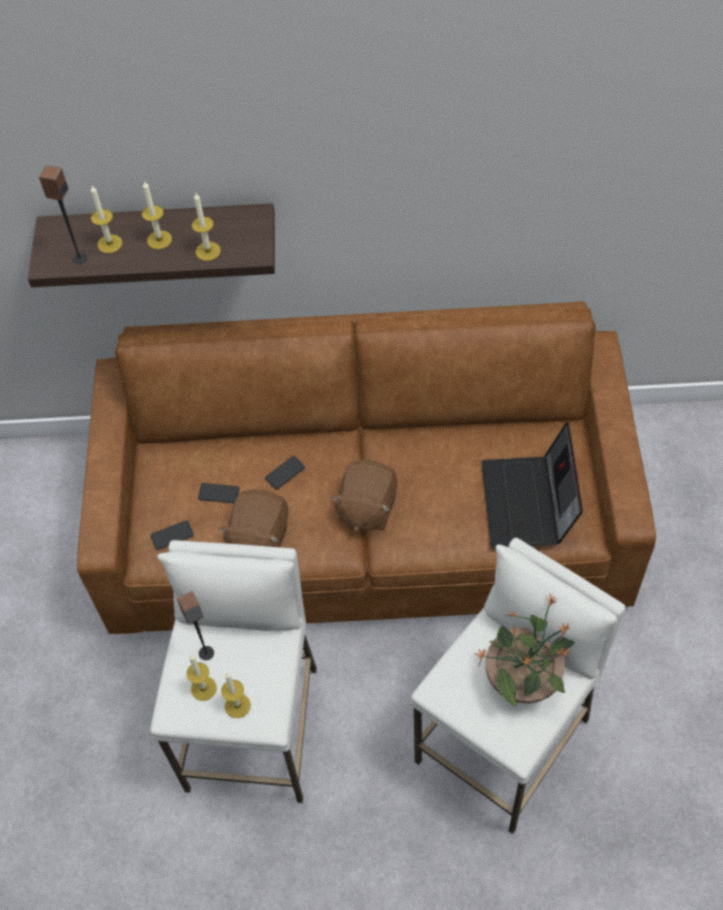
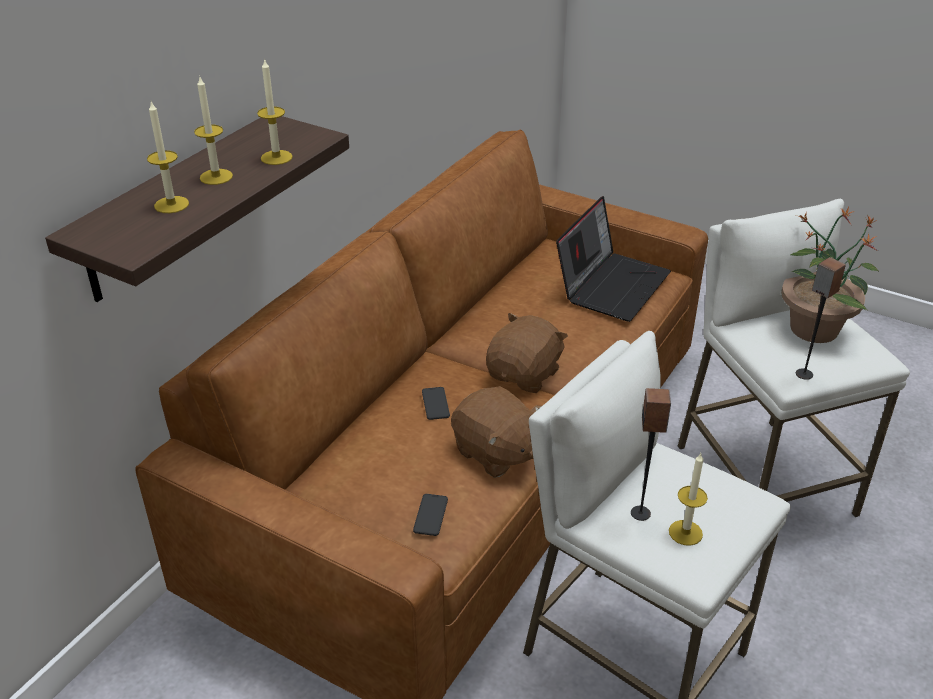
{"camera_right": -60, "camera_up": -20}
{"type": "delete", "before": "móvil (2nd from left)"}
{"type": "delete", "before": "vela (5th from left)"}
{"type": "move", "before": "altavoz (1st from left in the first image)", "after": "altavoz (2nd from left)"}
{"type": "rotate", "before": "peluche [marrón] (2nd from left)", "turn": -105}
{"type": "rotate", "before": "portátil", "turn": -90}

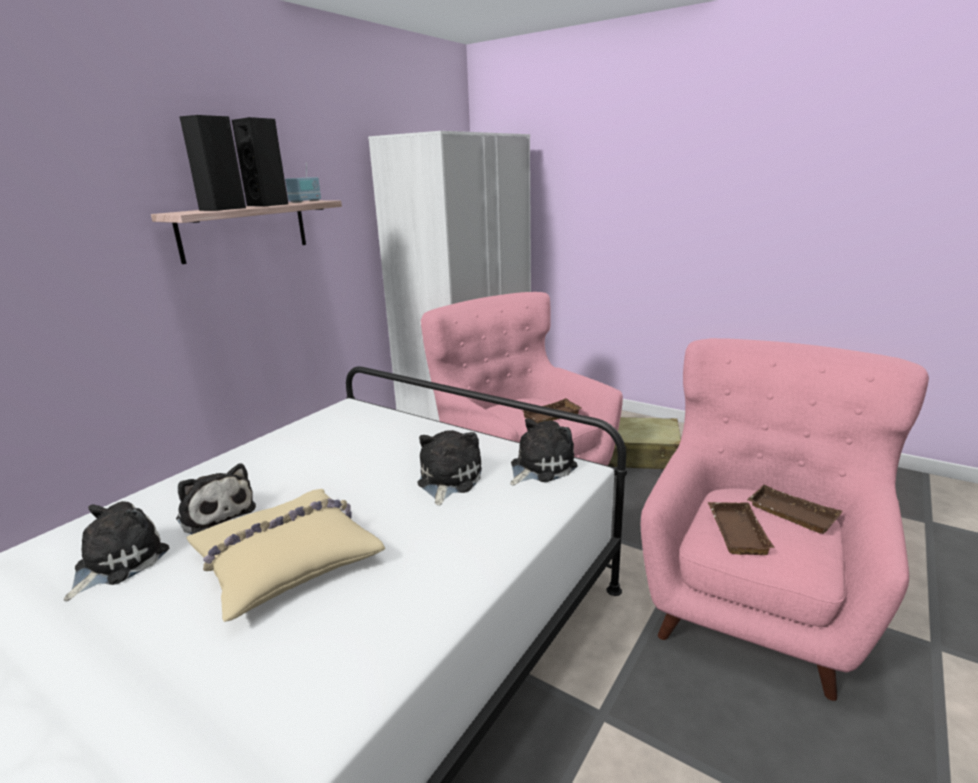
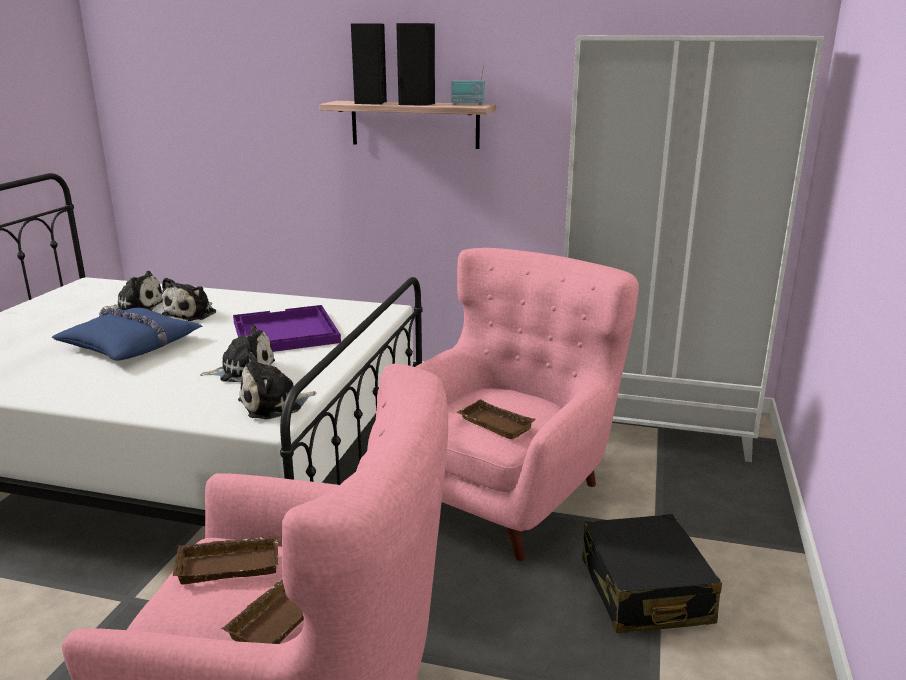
{"camera_right": 70, "camera_up": 0}
{"type": "insert", "after": "bandeja [morado]"}
{"type": "recolor", "before": "cojín [beis]", "after": "cojín [azul]"}
{"type": "recolor", "before": "maleta [beis]", "after": "maleta [negro]"}
{"type": "rotate", "before": "peluche (4th from left)", "turn": 120}

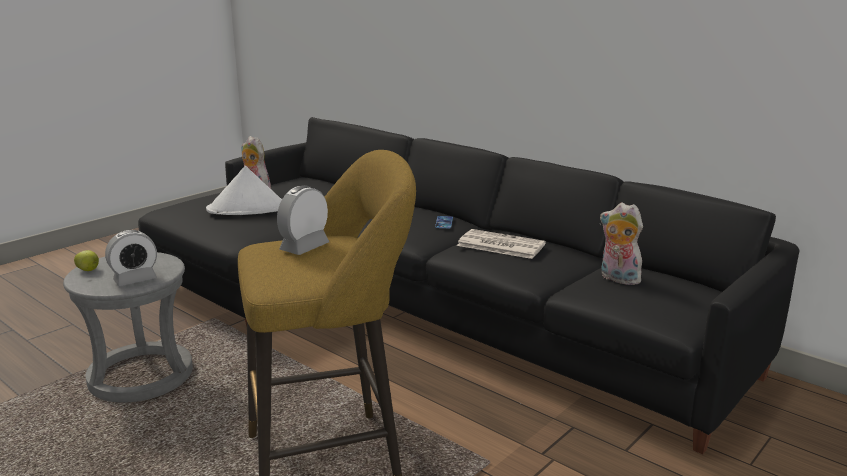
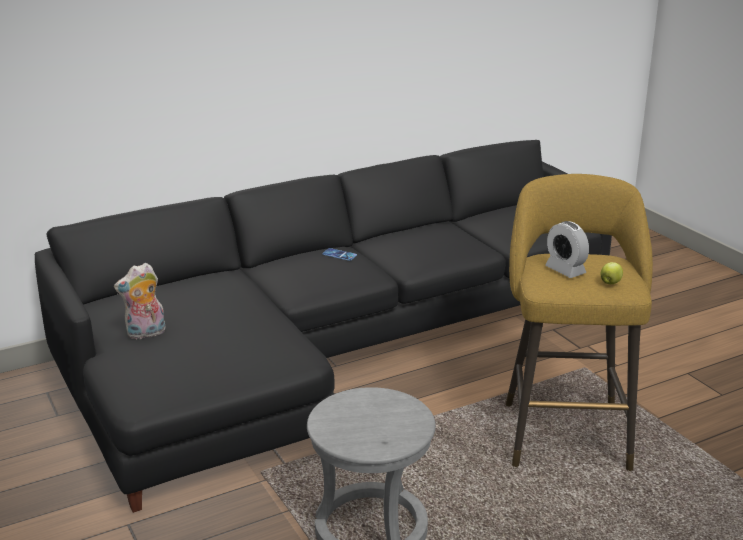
{"camera_right": -70, "camera_up": 5}
{"type": "delete", "before": "despertador (1st from left)"}
{"type": "delete", "before": "sombrero [blanco]"}
{"type": "delete", "before": "periódico"}
{"type": "delete", "before": "peluche (2nd from left)"}
{"type": "move", "before": "manzana"}

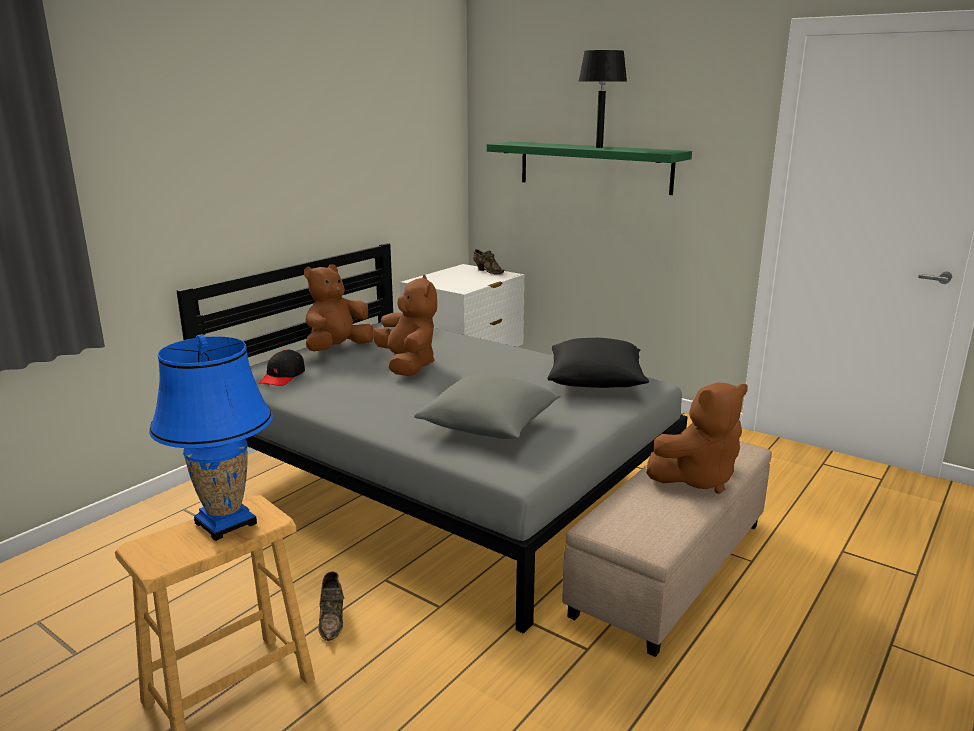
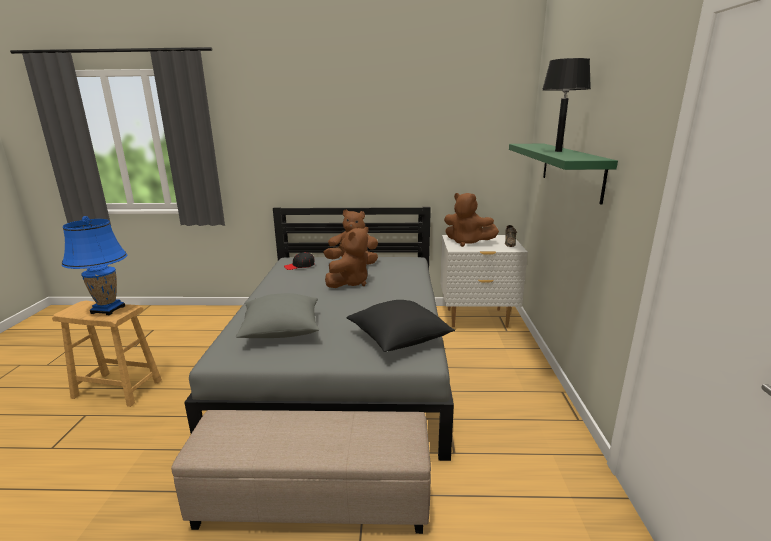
{"camera_right": 55, "camera_up": 0}
{"type": "delete", "before": "zapato [marrón] (1st from left)"}
{"type": "move", "before": "peluche [marrón] (3rd from left)"}

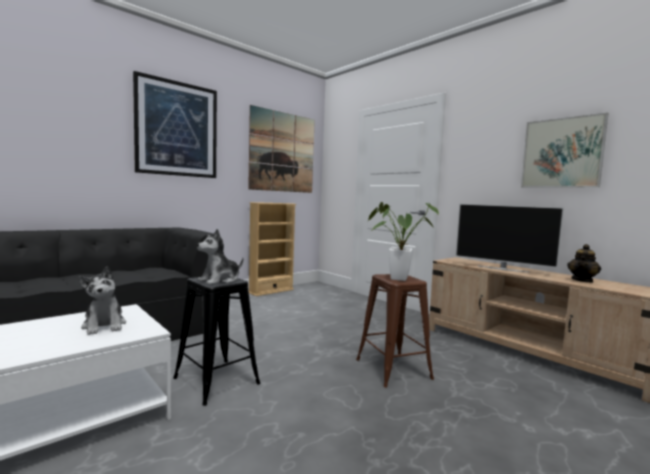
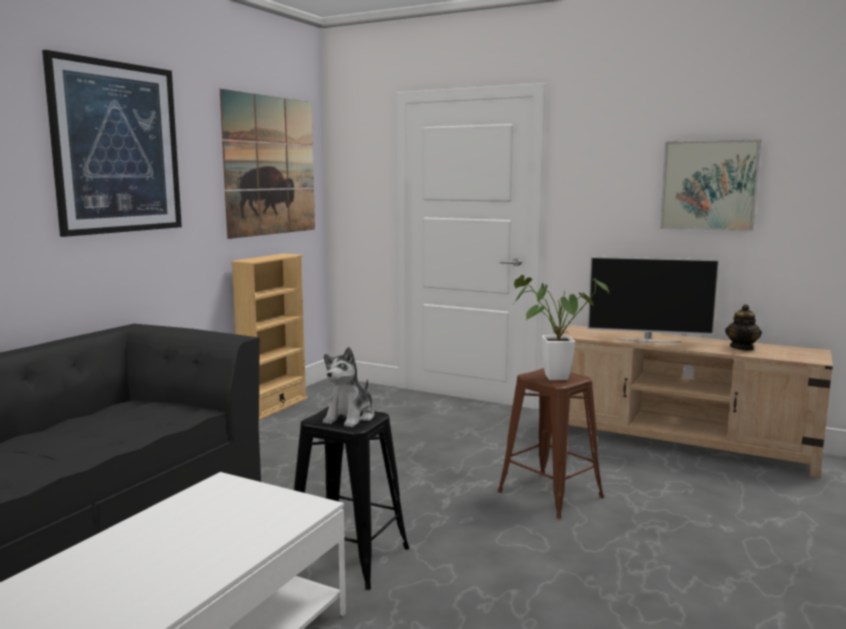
{"camera_right": -20, "camera_up": 5}
{"type": "delete", "before": "peluche (1st from left)"}

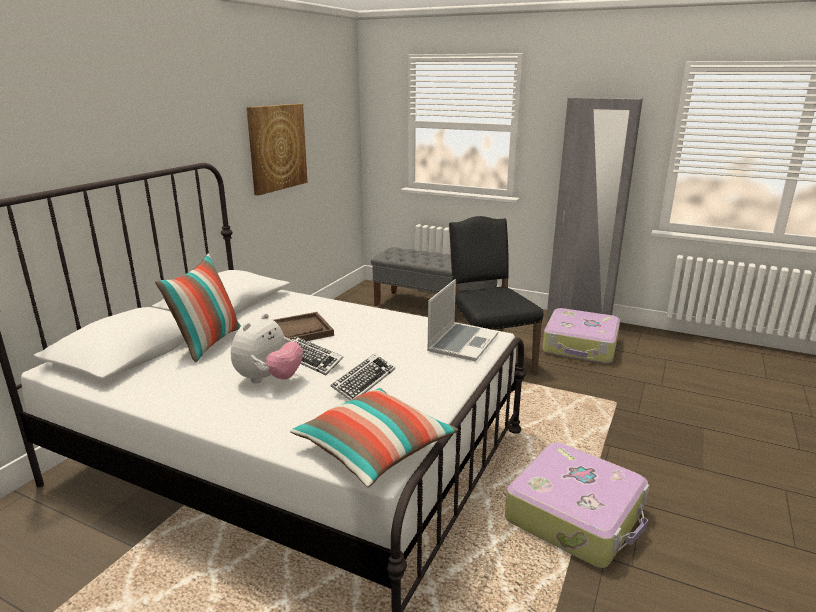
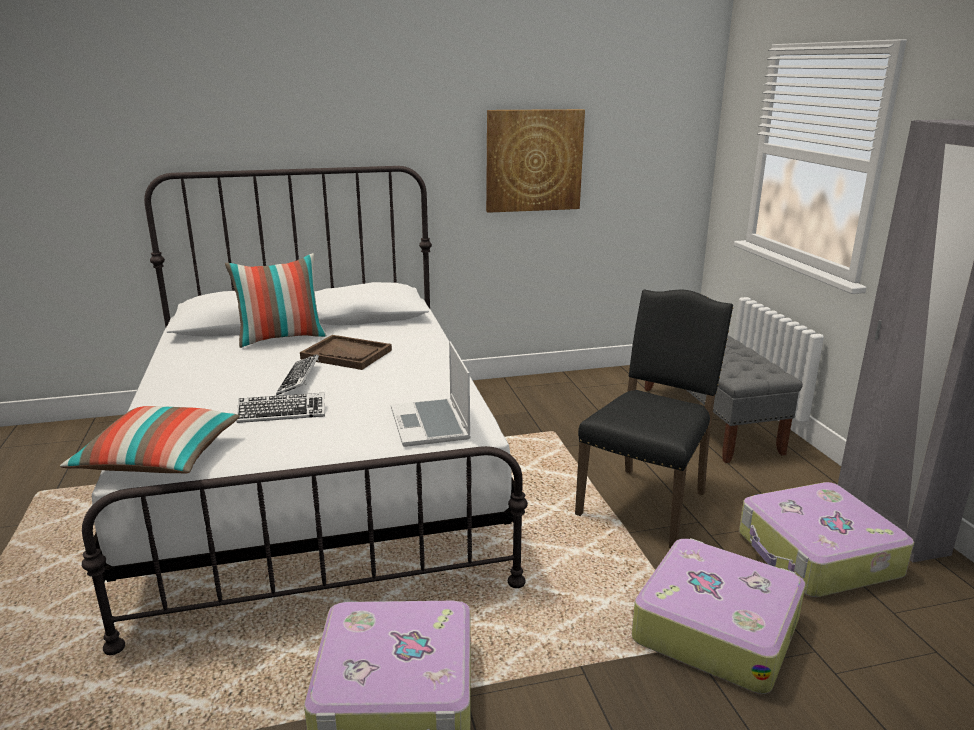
{"camera_right": 50, "camera_up": 0}
{"type": "delete", "before": "peluche"}
{"type": "insert", "after": "maleta (2nd from left)"}
{"type": "rotate", "before": "portátil", "turn": 90}

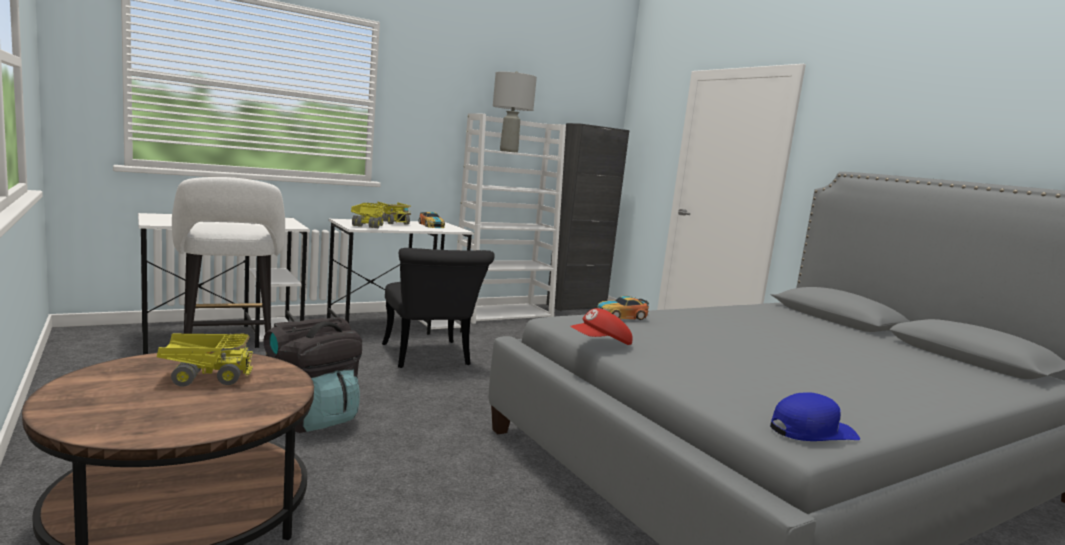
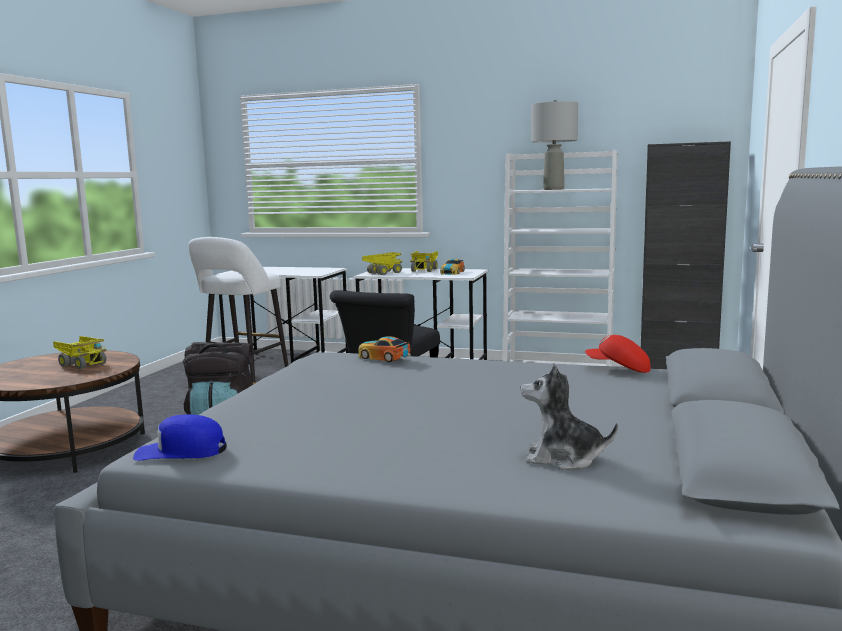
{"camera_right": 50, "camera_up": 0}
{"type": "insert", "after": "peluche"}
{"type": "move", "before": "gorra [rojo]"}
{"type": "rotate", "before": "gorra [azul]", "turn": 150}

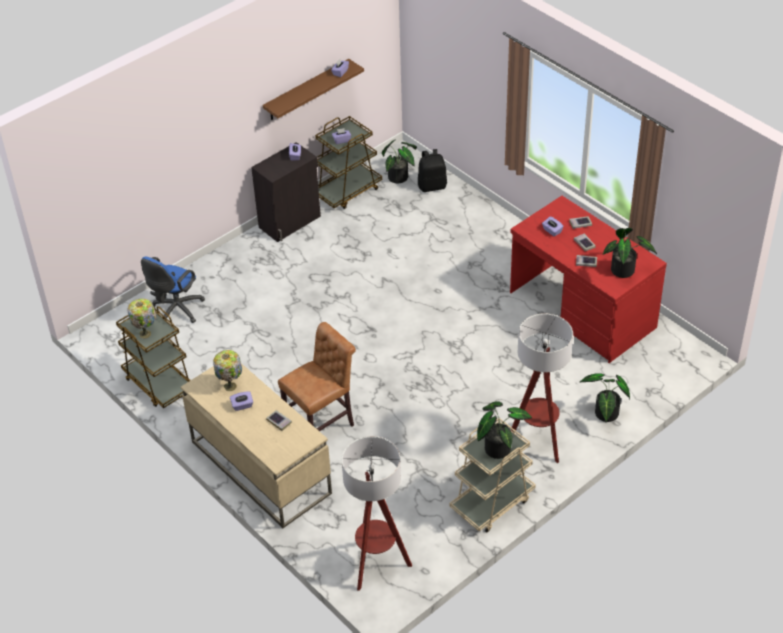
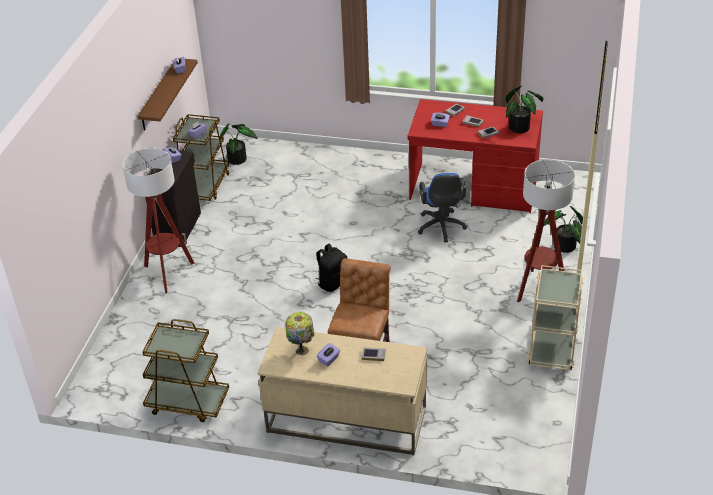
{"camera_right": -35, "camera_up": -5}
{"type": "delete", "before": "lámpara de mesa (1st from left)"}
{"type": "delete", "before": "planta en maceta (2nd from left)"}
{"type": "move", "before": "silla de oficina [azul]"}
{"type": "move", "before": "lámpara de pie (1st from left)"}
{"type": "move", "before": "mochila [negro]"}

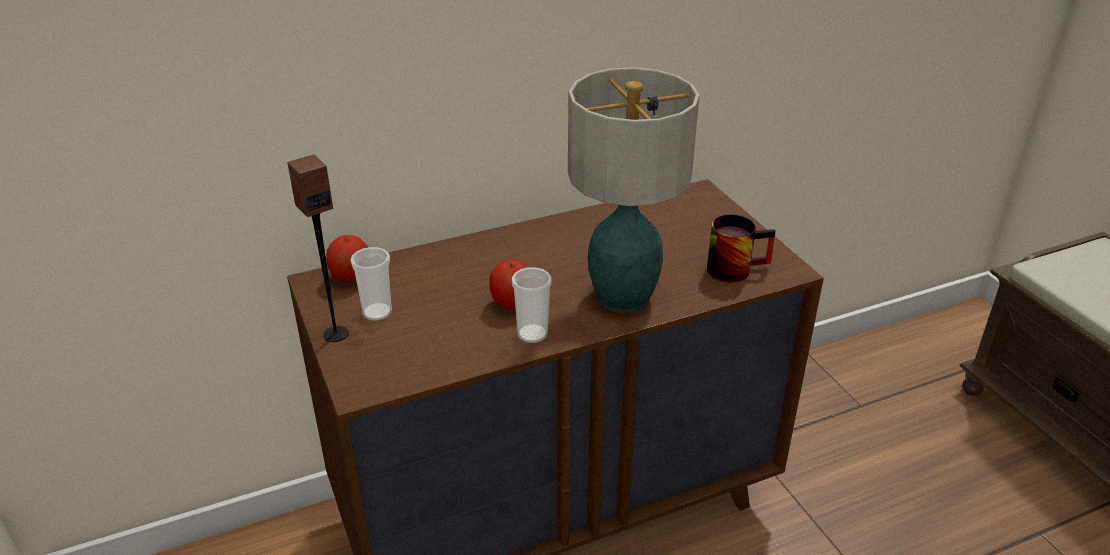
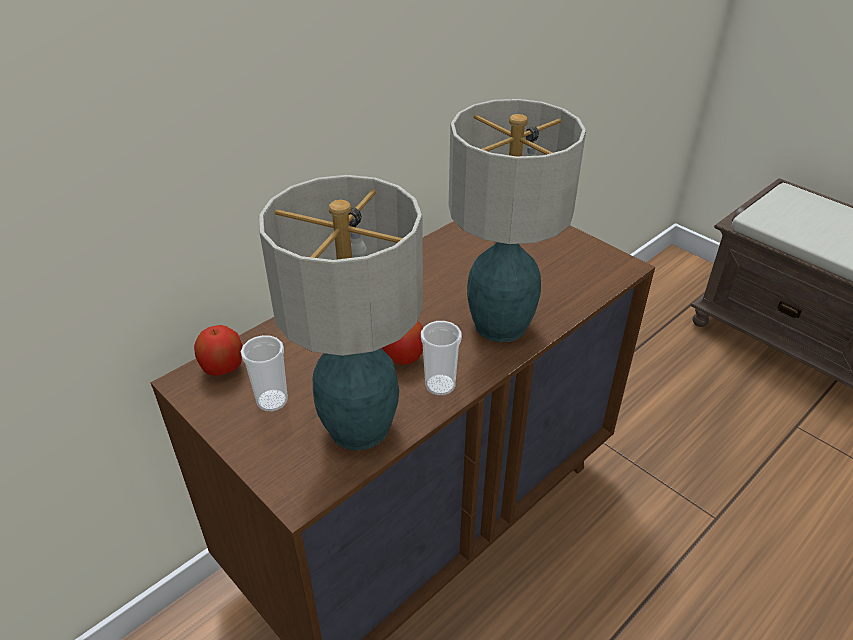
{"camera_right": -20, "camera_up": 5}
{"type": "delete", "before": "altavoz"}
{"type": "delete", "before": "taza grande"}
{"type": "insert", "after": "lámpara de mesa (1st from left)"}

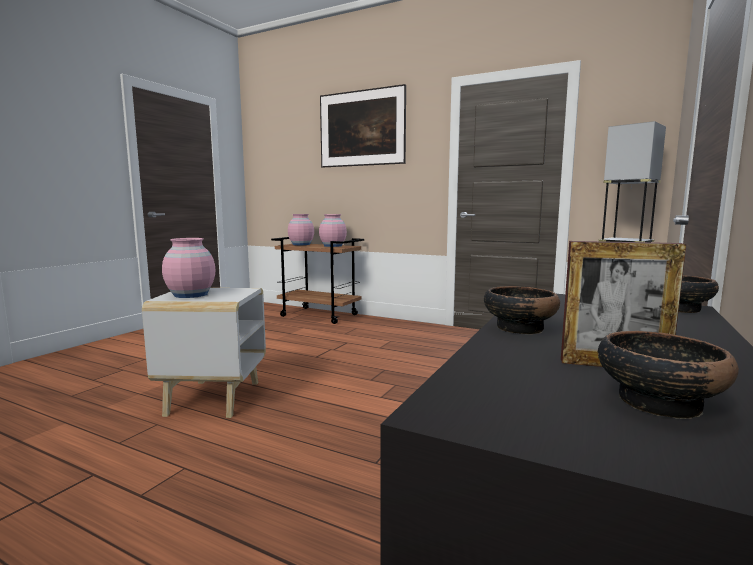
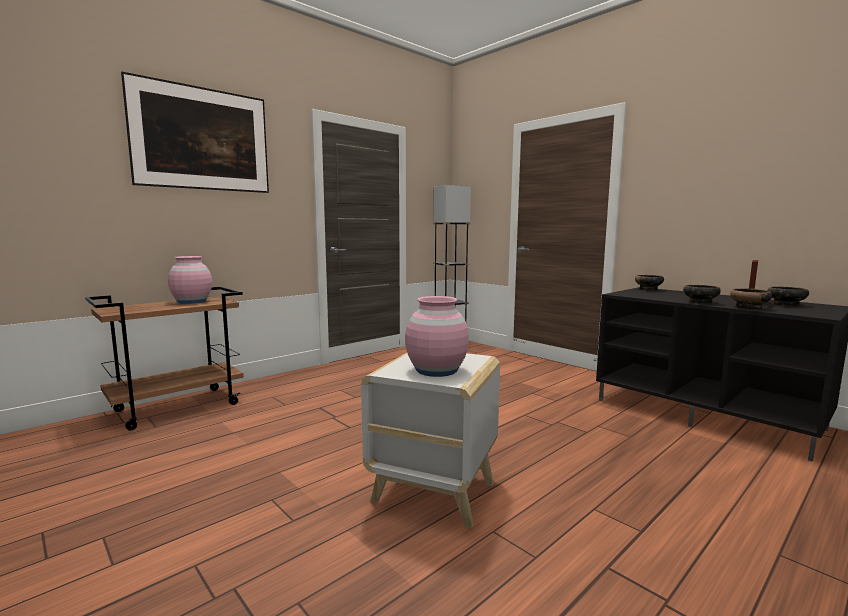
{"camera_right": -70, "camera_up": 0}
{"type": "delete", "before": "florero [rosa] (2nd from left)"}
{"type": "insert", "after": "cuenco (3rd from left)"}

